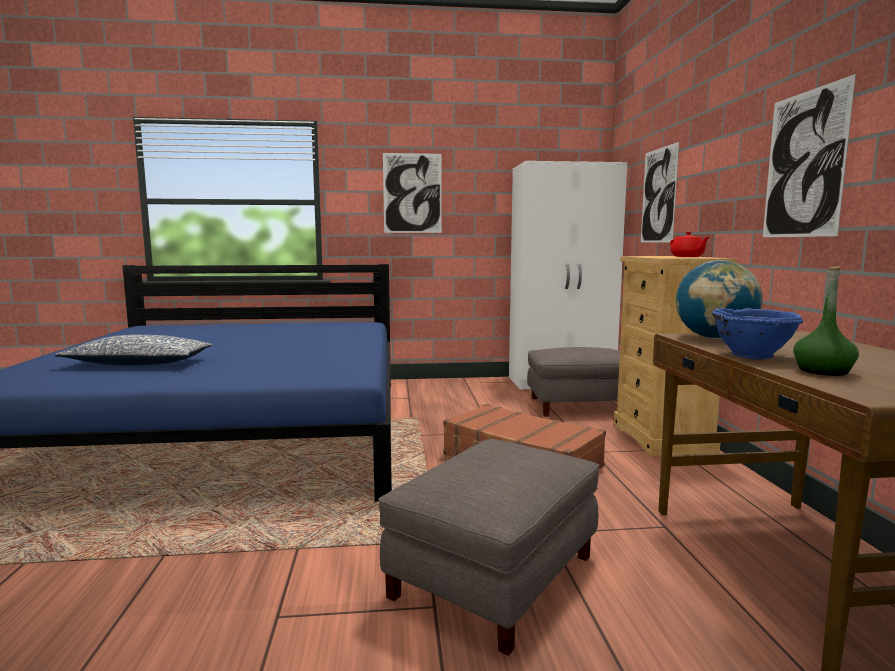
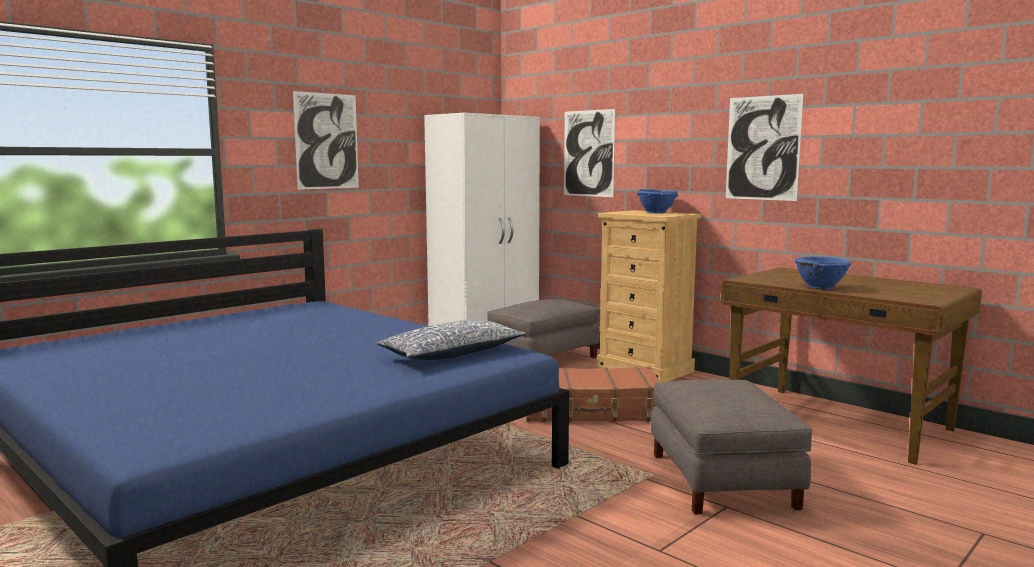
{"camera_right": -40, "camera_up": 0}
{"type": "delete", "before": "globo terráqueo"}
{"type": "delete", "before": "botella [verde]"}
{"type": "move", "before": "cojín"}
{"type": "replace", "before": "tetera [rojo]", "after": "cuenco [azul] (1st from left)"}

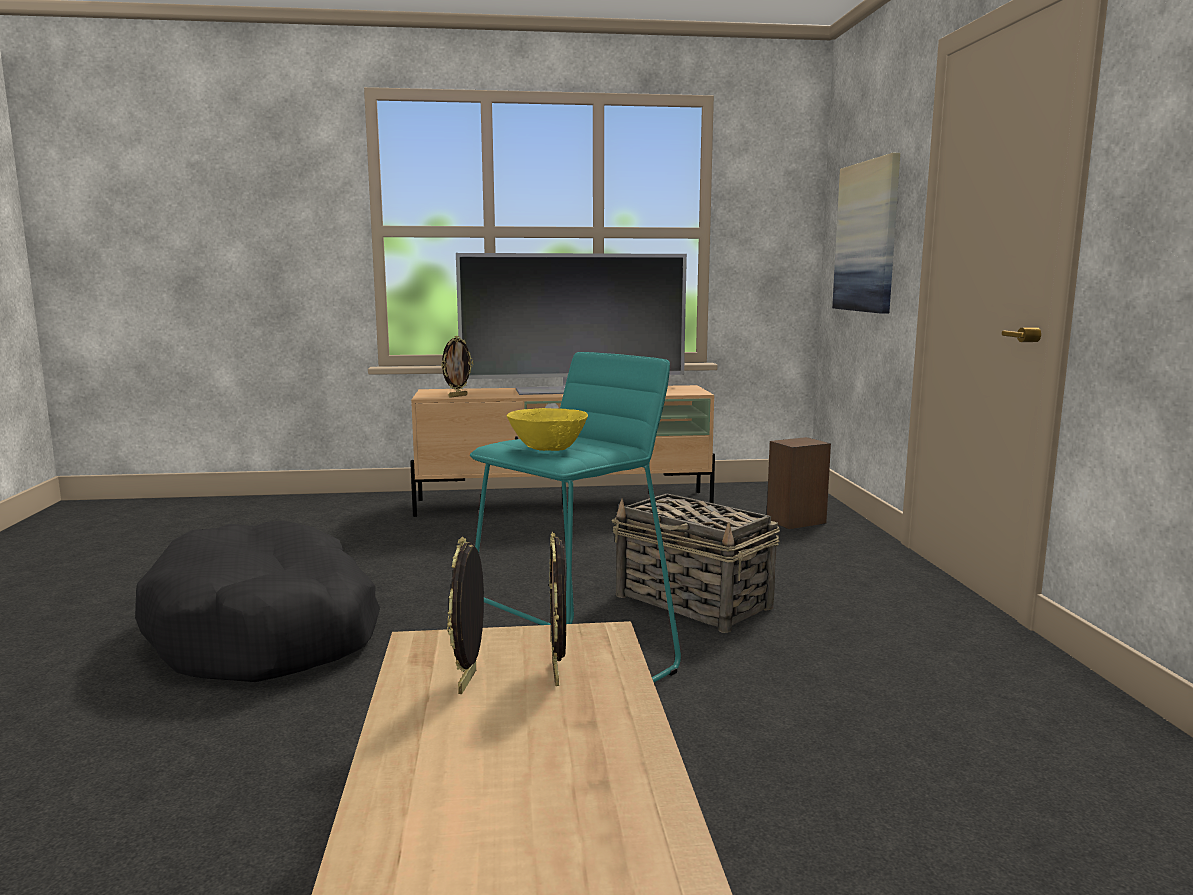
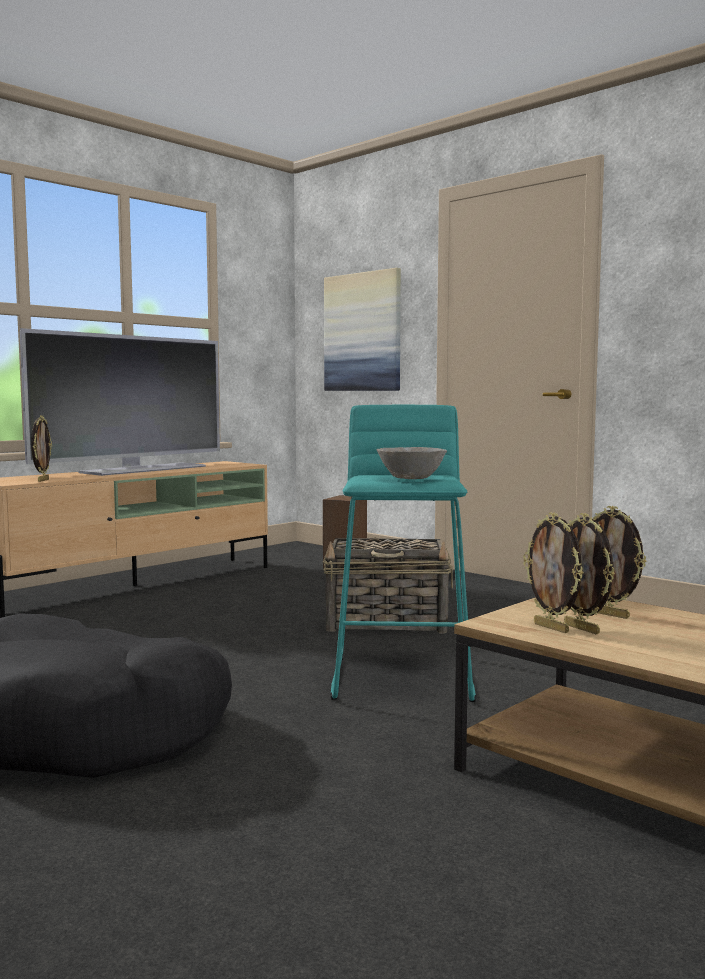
{"camera_right": -40, "camera_up": -5}
{"type": "insert", "after": "portarretratos (2nd from left)"}
{"type": "recolor", "before": "cuenco [amarillo]", "after": "cuenco [gris]"}

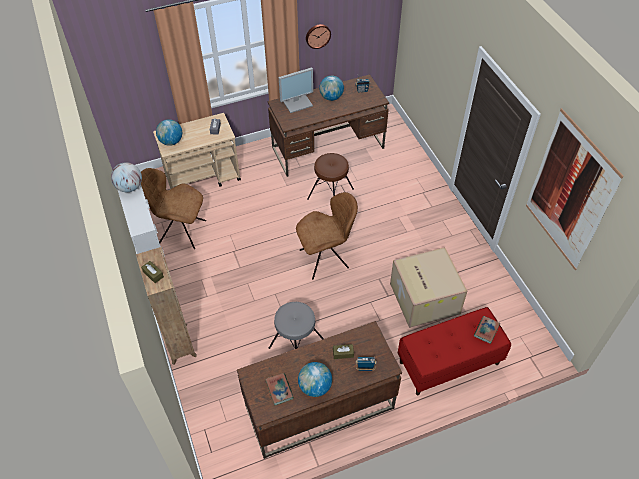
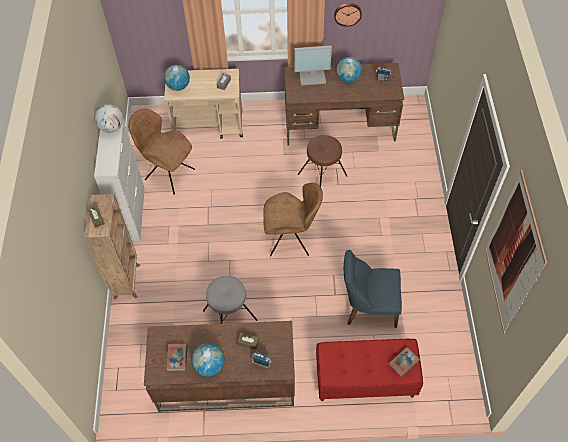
{"camera_right": 20, "camera_up": 5}
{"type": "replace", "before": "caja de cartón", "after": "silla [azul]"}

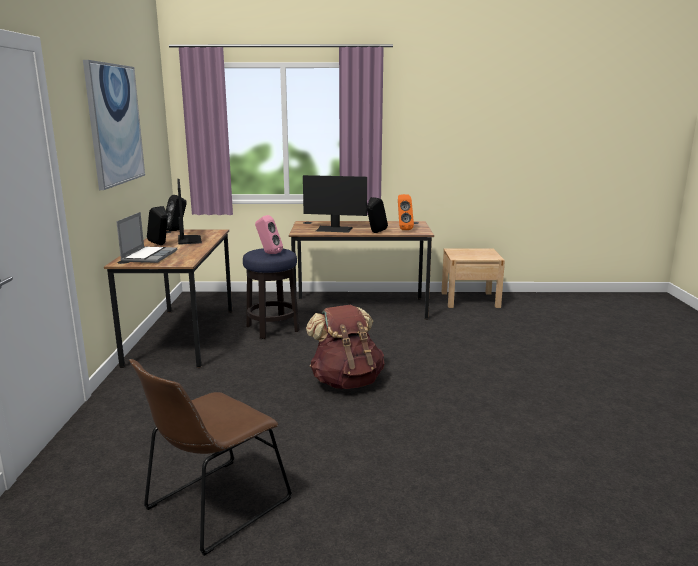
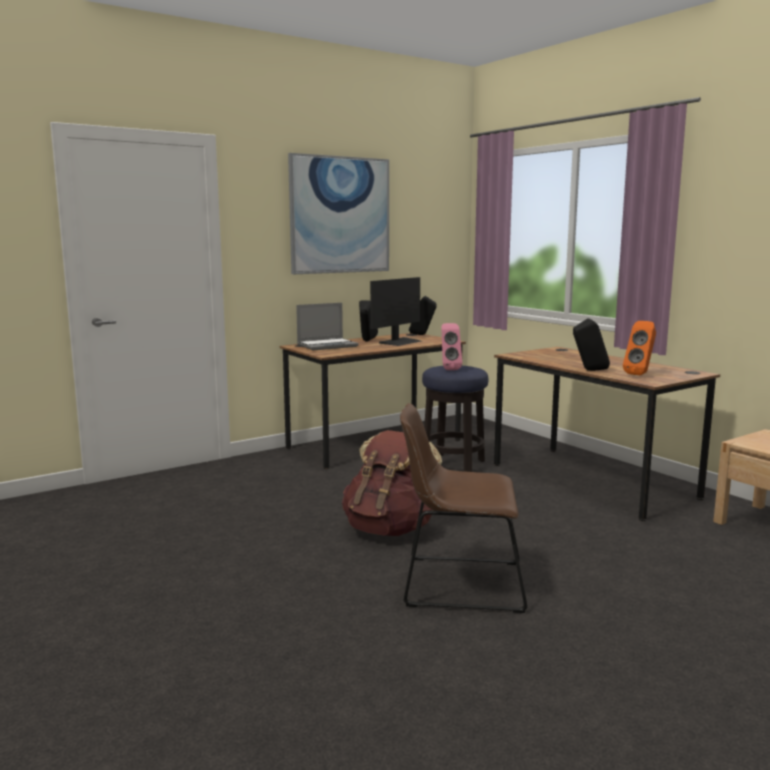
{"camera_right": 55, "camera_up": -5}
{"type": "delete", "before": "monitor (2nd from left)"}
{"type": "move", "before": "silla [marrón]"}

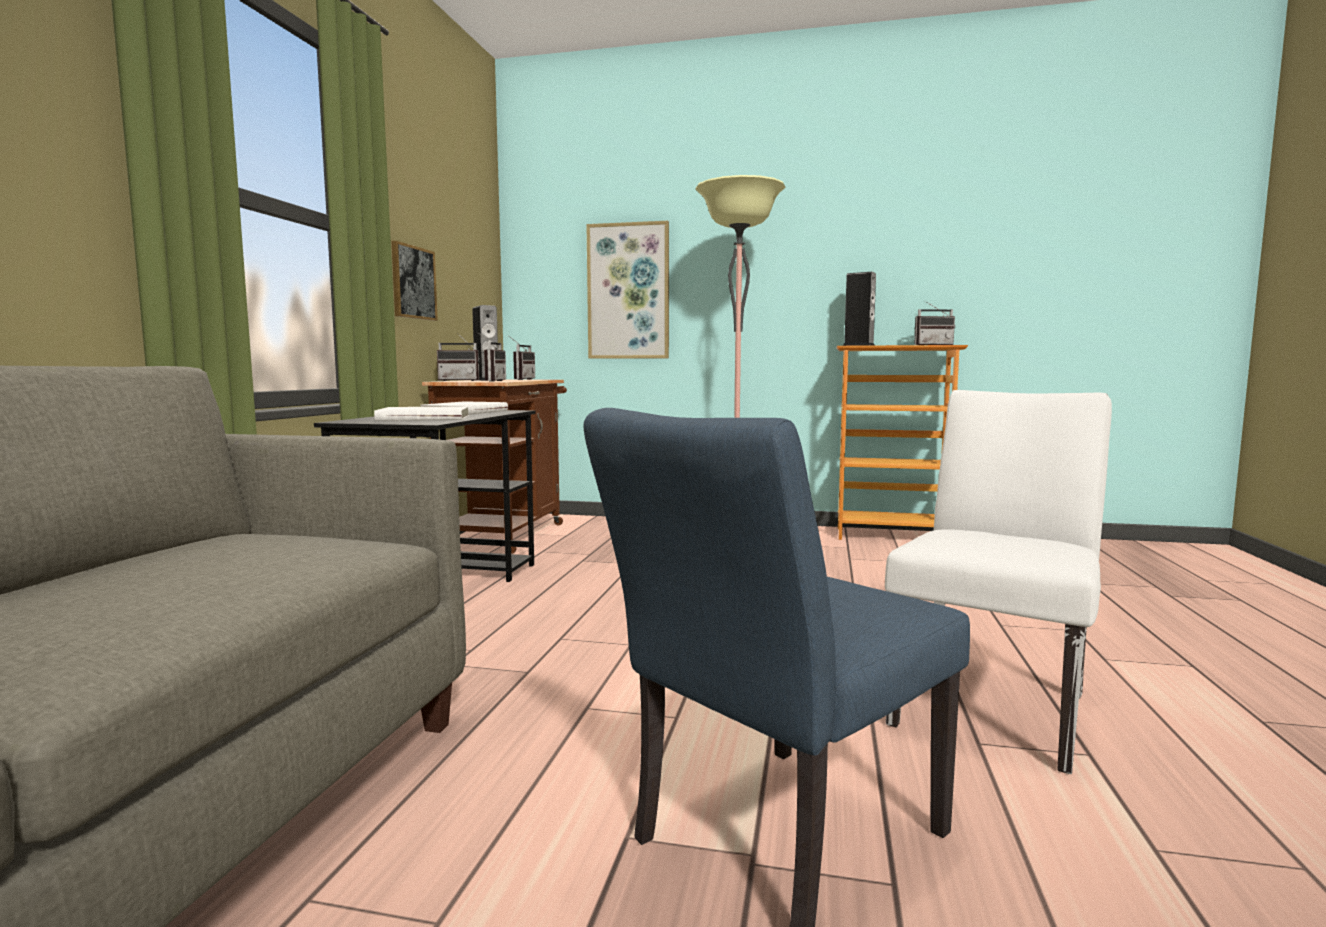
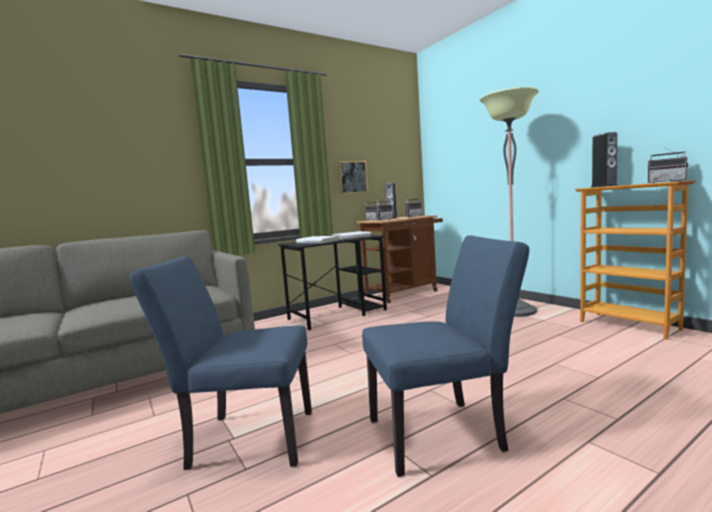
{"camera_right": 45, "camera_up": 0}
{"type": "delete", "before": "cuadro (2nd from left)"}
{"type": "recolor", "before": "silla [blanco]", "after": "silla [azul] (2nd from left)"}

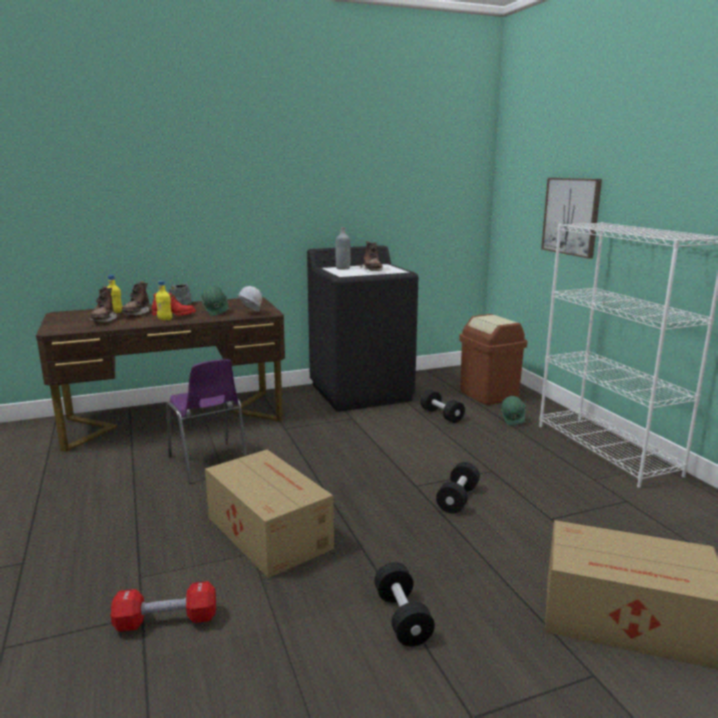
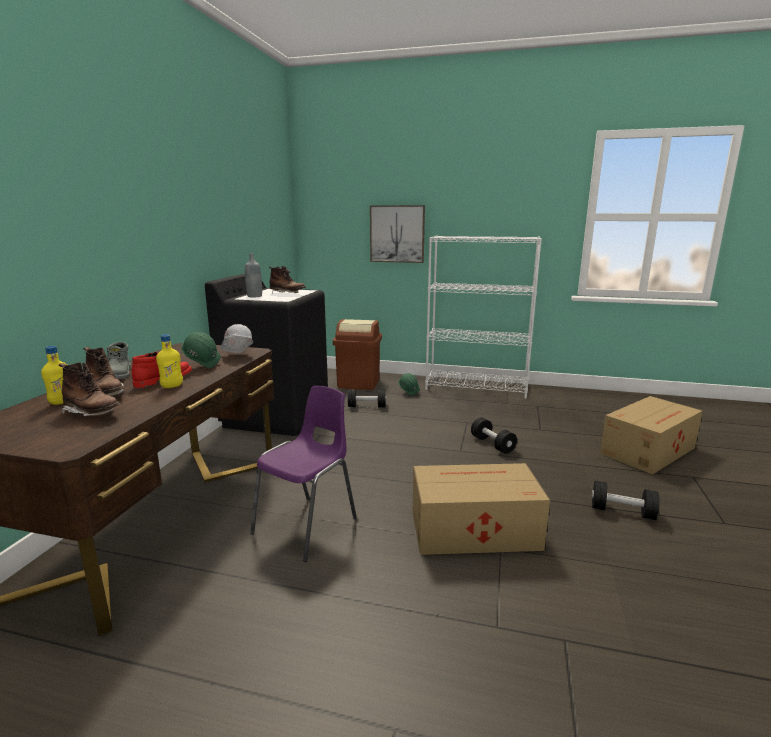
{"camera_right": -55, "camera_up": 0}
{"type": "delete", "before": "mancuerna [rojo]"}
{"type": "rotate", "before": "silla [morado]", "turn": -60}

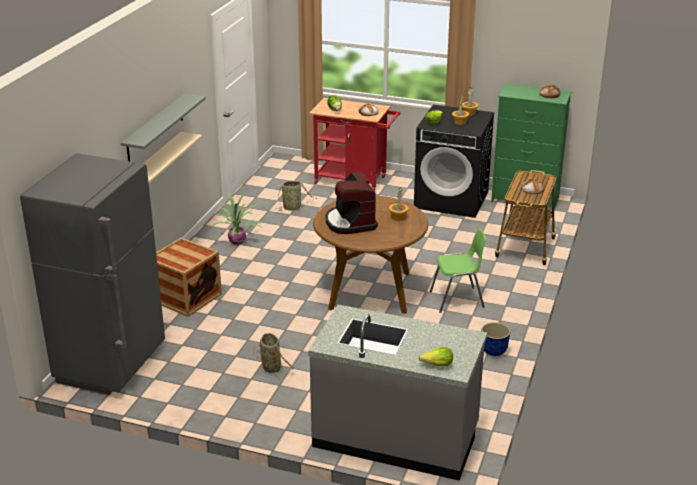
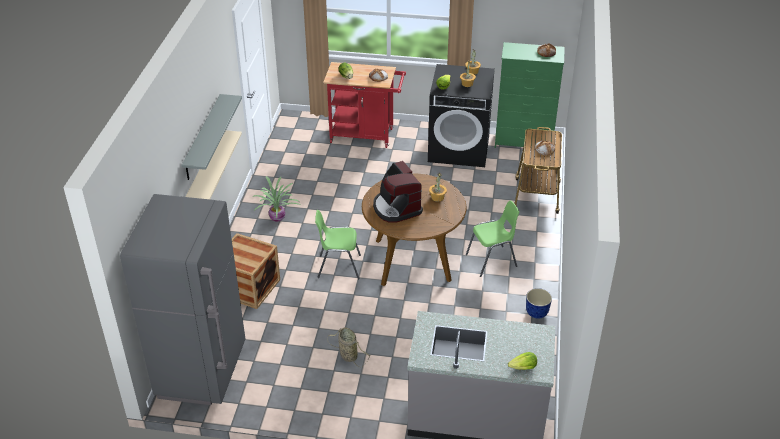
{"camera_right": -10, "camera_up": 10}
{"type": "delete", "before": "cesta (2nd from left)"}
{"type": "insert", "after": "silla [verde] (1st from left)"}

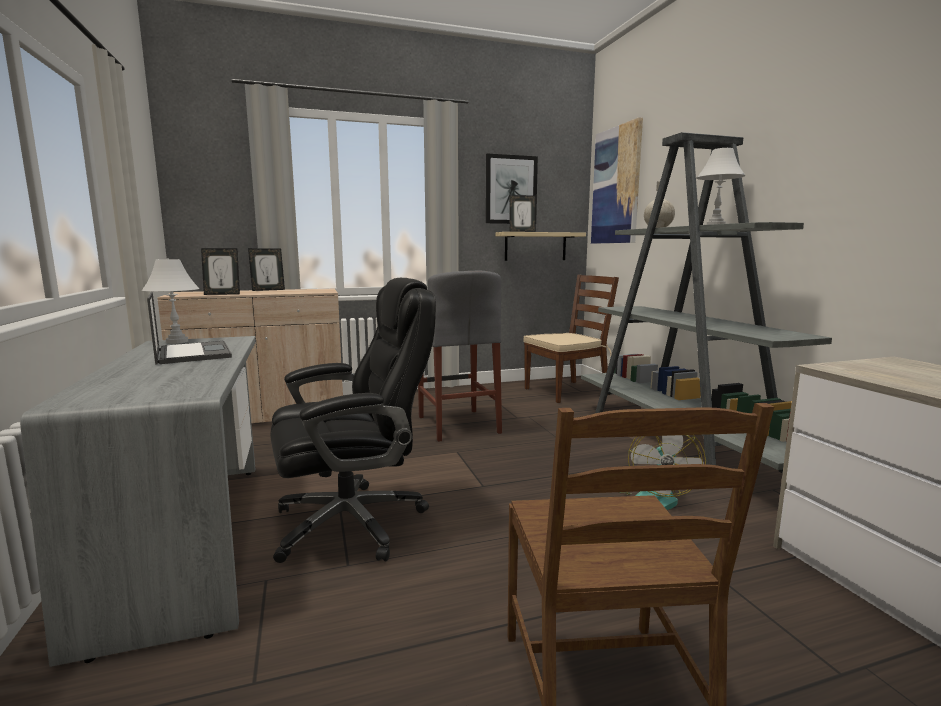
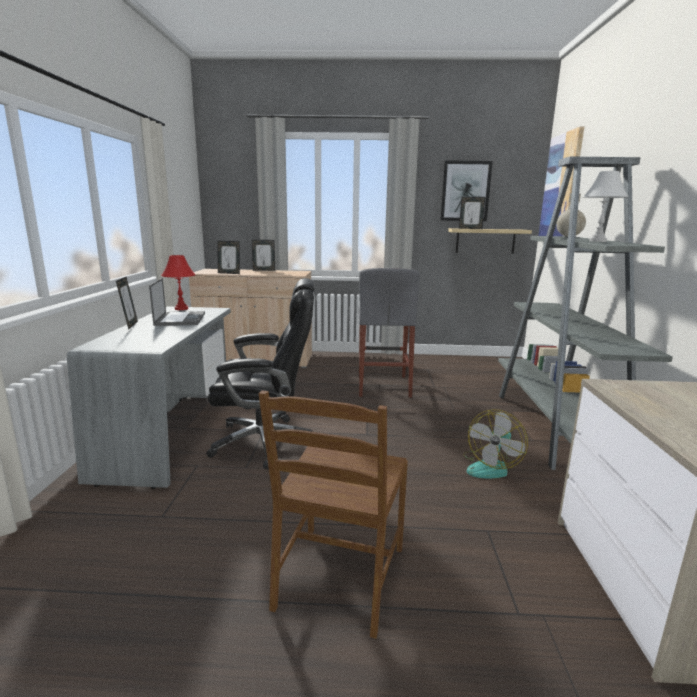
{"camera_right": 20, "camera_up": 5}
{"type": "delete", "before": "silla [marrón] (1st from left)"}
{"type": "insert", "after": "portarretratos (1st from left)"}
{"type": "recolor", "before": "lámpara de mesa [blanco] (1st from left)", "after": "lámpara de mesa [rojo]"}

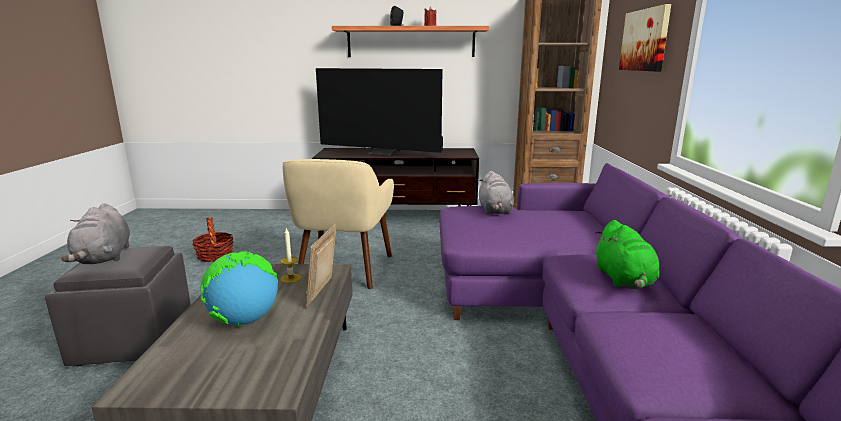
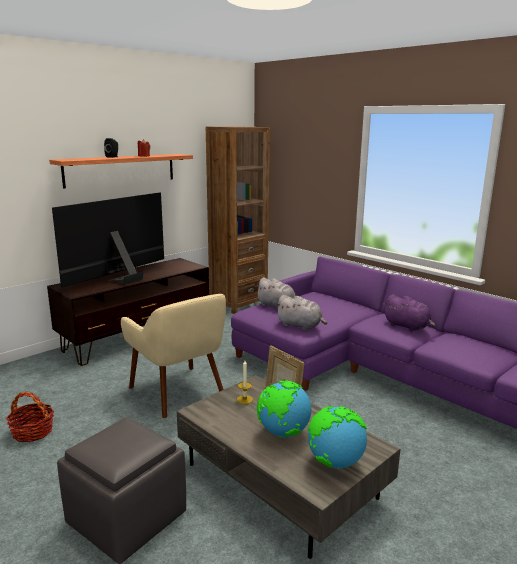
{"camera_right": -45, "camera_up": 0}
{"type": "delete", "before": "cuadro"}
{"type": "insert", "after": "globo terráqueo (2nd from left)"}
{"type": "move", "before": "peluche [gris] (1st from left in the first image)", "after": "peluche [gris] (2nd from left)"}
{"type": "recolor", "before": "peluche [verde]", "after": "peluche [morado]"}
{"type": "rotate", "before": "televisor", "turn": 150}

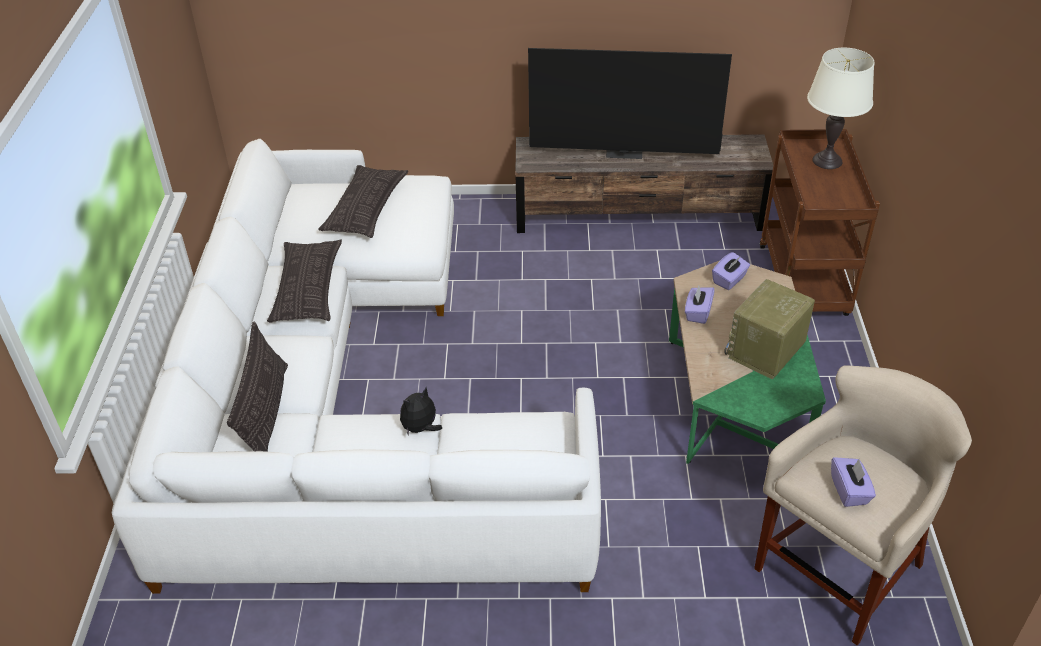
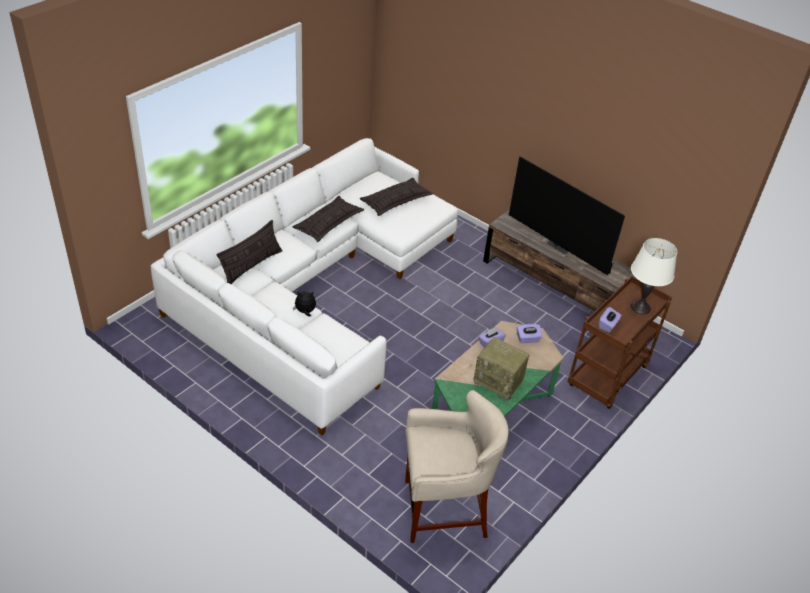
{"camera_right": 35, "camera_up": 0}
{"type": "move", "before": "caja de pañuelos [morado] (3rd from left)"}
{"type": "rotate", "before": "radio", "turn": -135}

